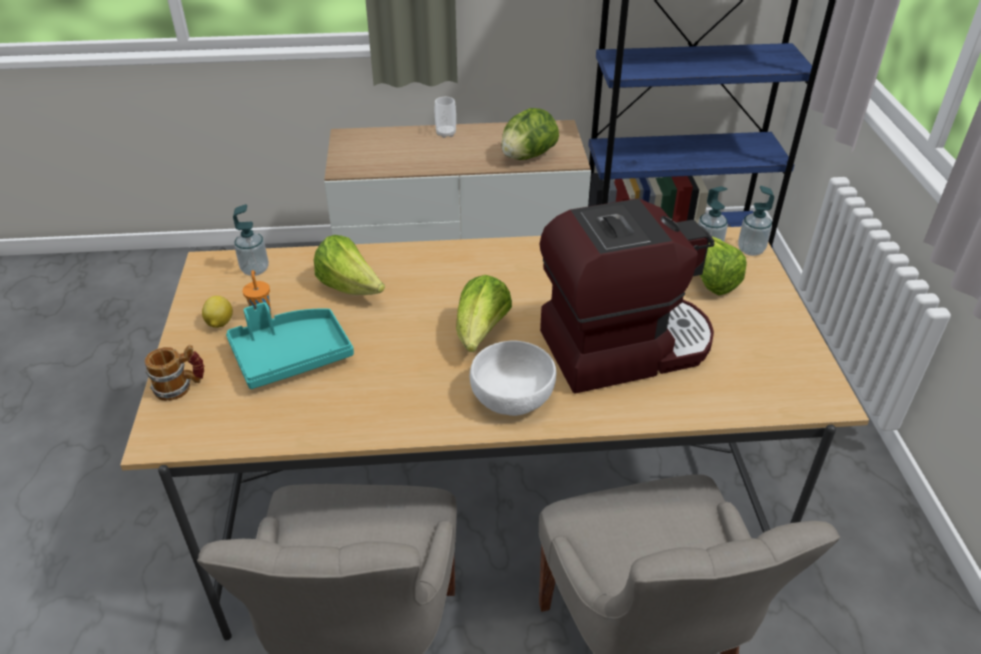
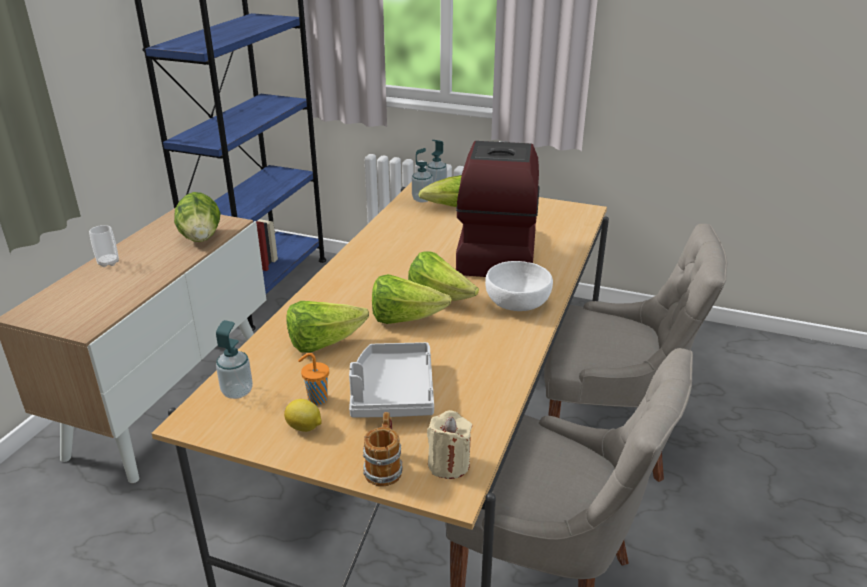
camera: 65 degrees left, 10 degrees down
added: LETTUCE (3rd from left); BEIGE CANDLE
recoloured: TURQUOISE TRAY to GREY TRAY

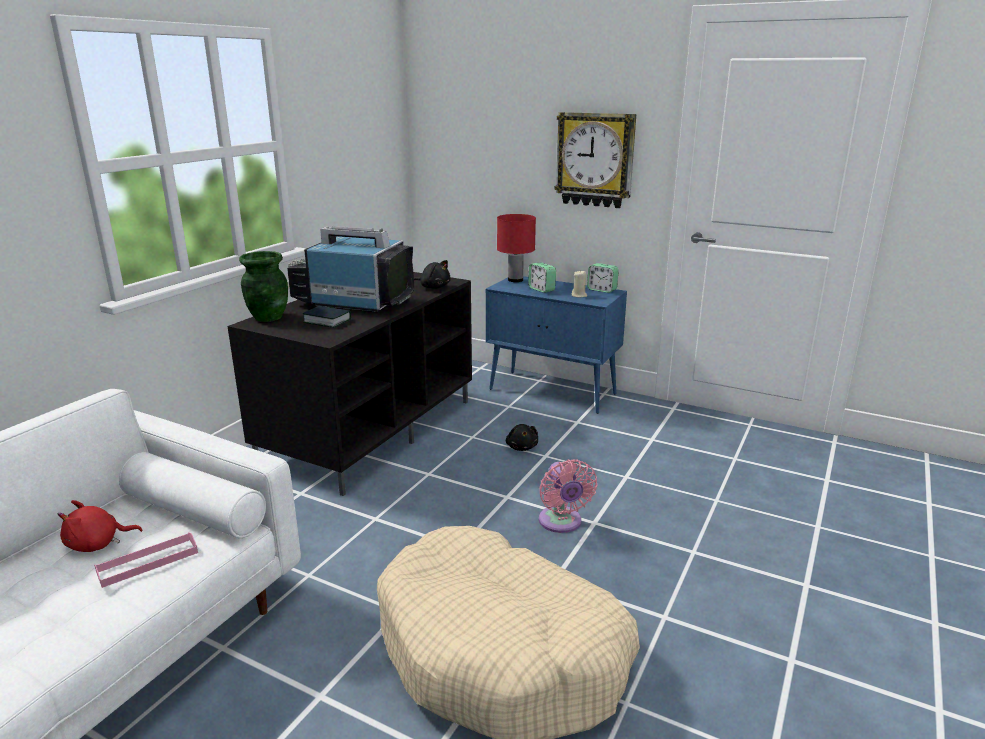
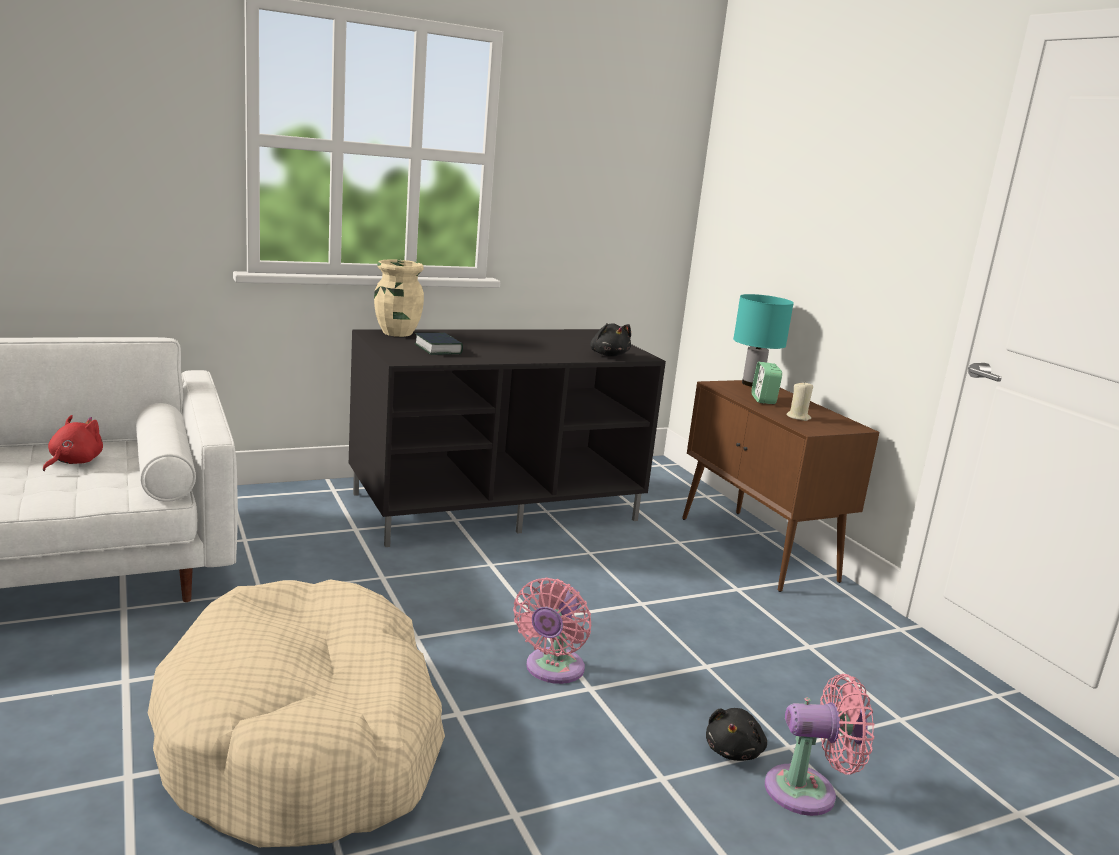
camera: 35 degrees right, 5 degrees down
removed: WALL CLOCK; TELEVISION; ALARM CLOCK (2nd from left); PINK TRAY
added: PINK FAN (2nd from left)
moved: BLACK PLUSH TOY (2nd from left)
recoloured: RED TABLE LAMP to TURQUOISE TABLE LAMP; GREEN VASE to BEIGE VASE; BLUE CABINET to BROWN CABINET
turned: RED PLUSH TOY 90 degrees clockwise

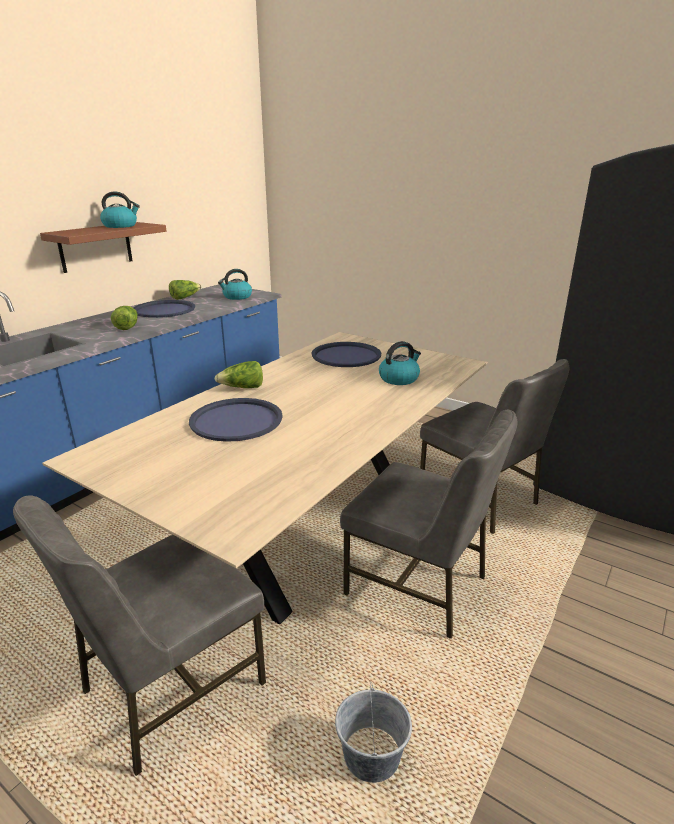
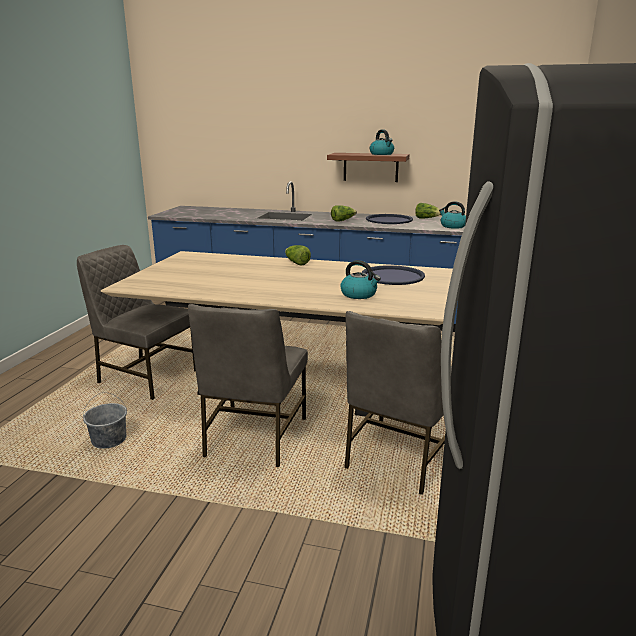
camera: 70 degrees right, 5 degrees down
removed: BLUE TRAY (2nd from left)

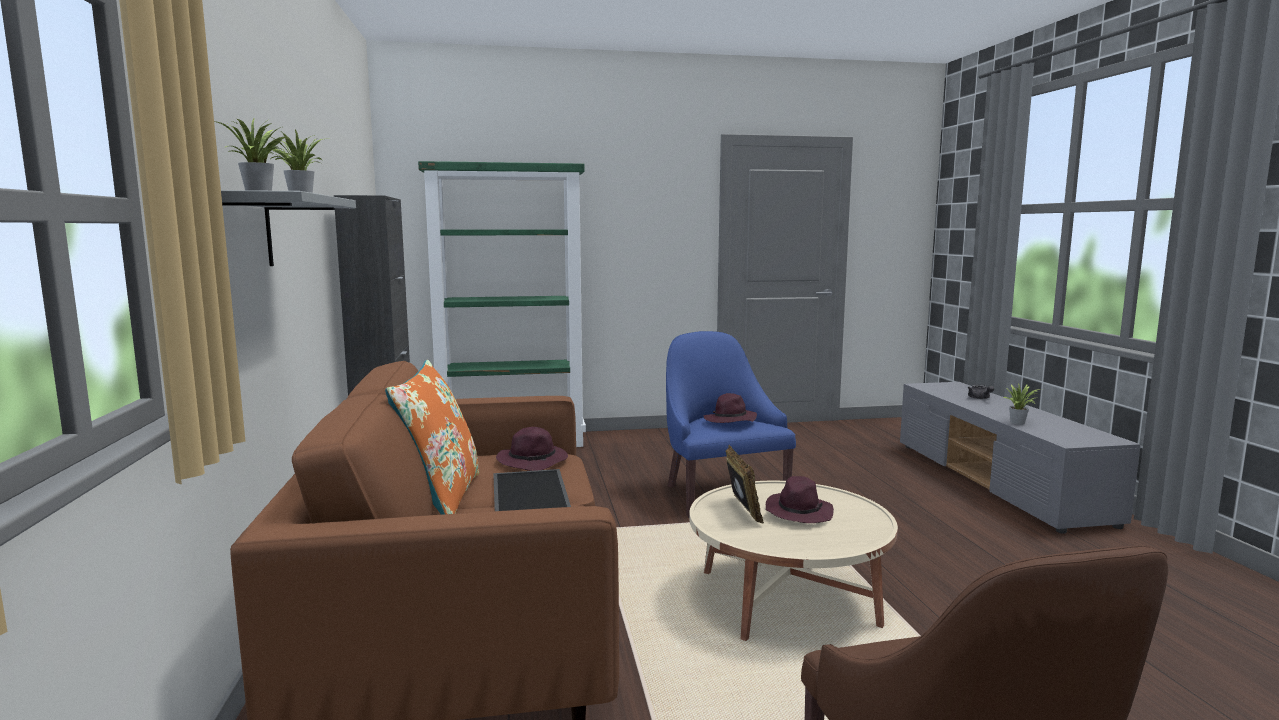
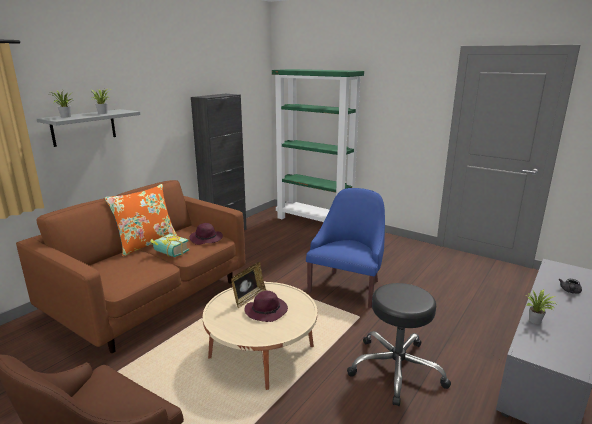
camera: 45 degrees right, 10 degrees up
removed: PURPLE HAT (2nd from left)
added: BLACK STOOL
replaced: TRAY to BOOK

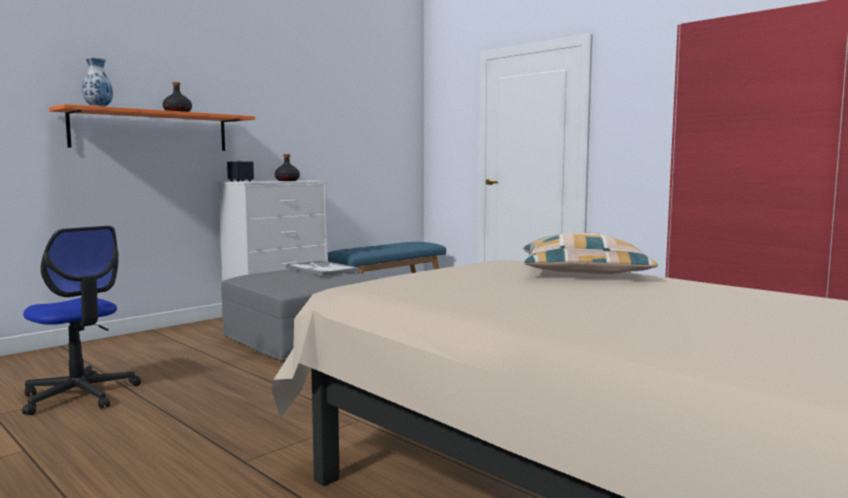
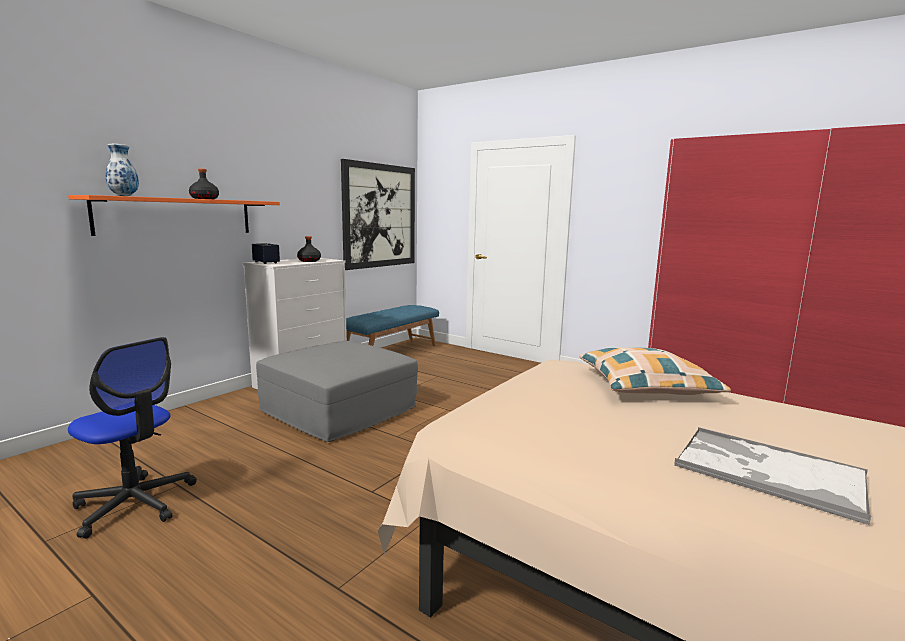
camera: 10 degrees left, 5 degrees up
added: PICTURE
moved: TRAY

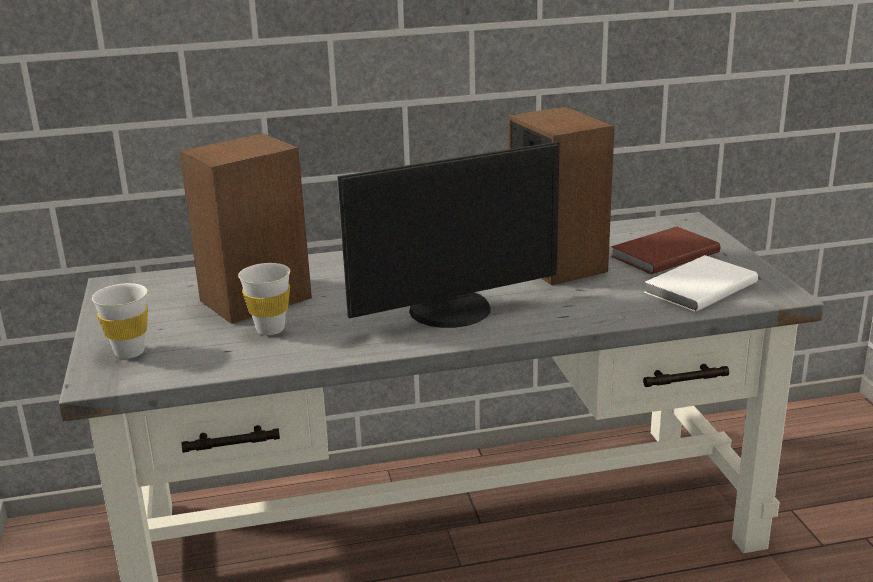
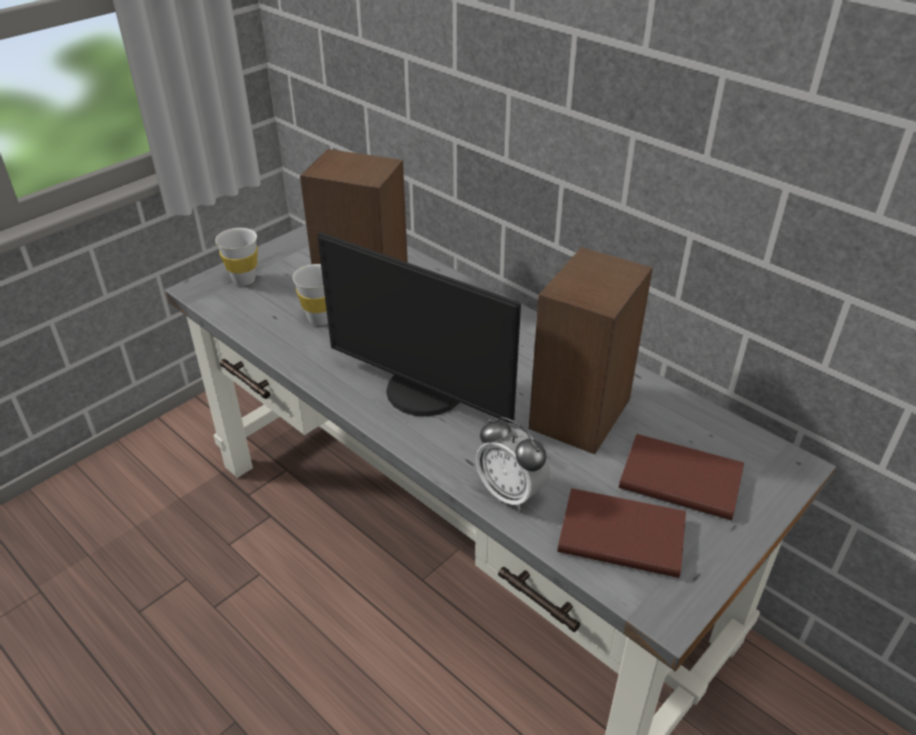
camera: 55 degrees right, 15 degrees up
added: ALARM CLOCK
recoloured: WHITE BOOK to BROWN BOOK (1st from left)

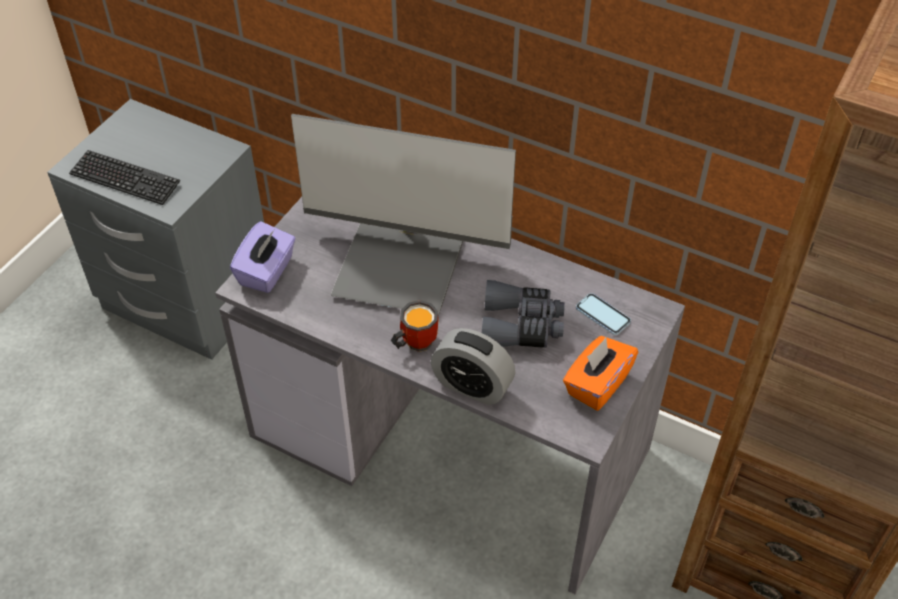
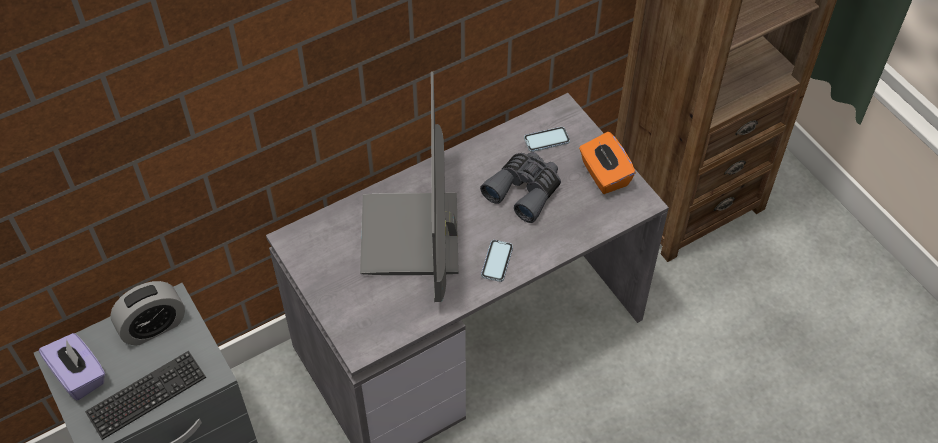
camera: 60 degrees left, 5 degrees up
moved: PURPLE TISSUE BOX; ALARM CLOCK
replaced: MUG to PHONE (1st from left)
turned: MONITOR 135 degrees clockwise

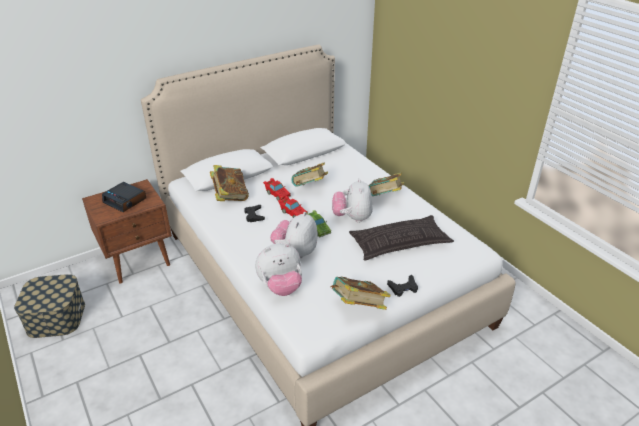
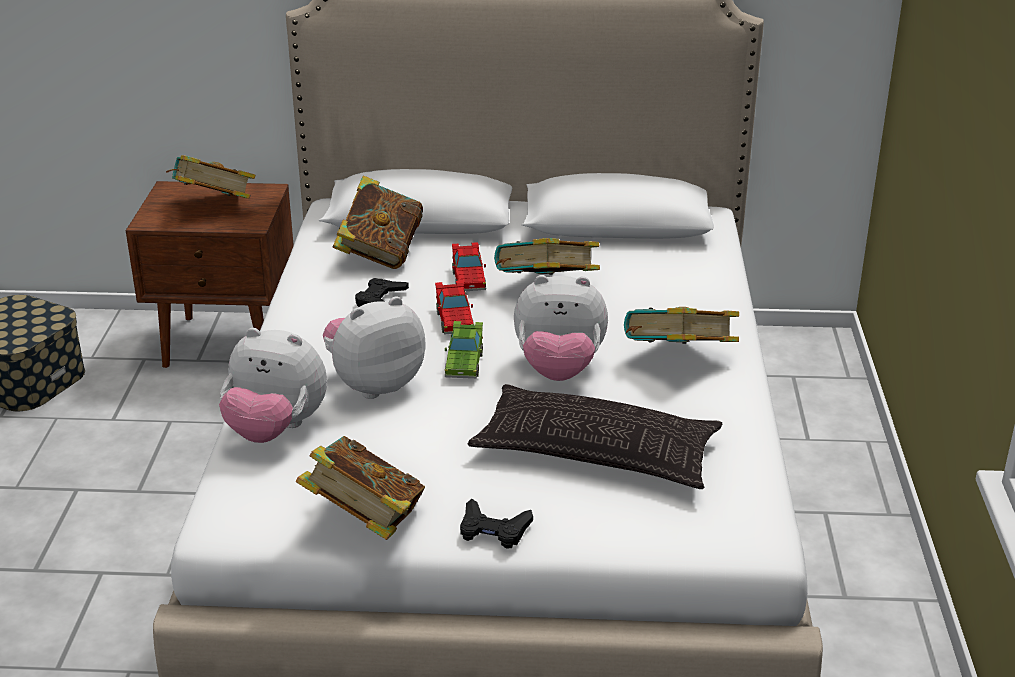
camera: 35 degrees right, 5 degrees down
replaced: ALARM CLOCK to BOOK (1st from left)
turned: PLUSH TOY (3rd from left) 120 degrees counterclockwise

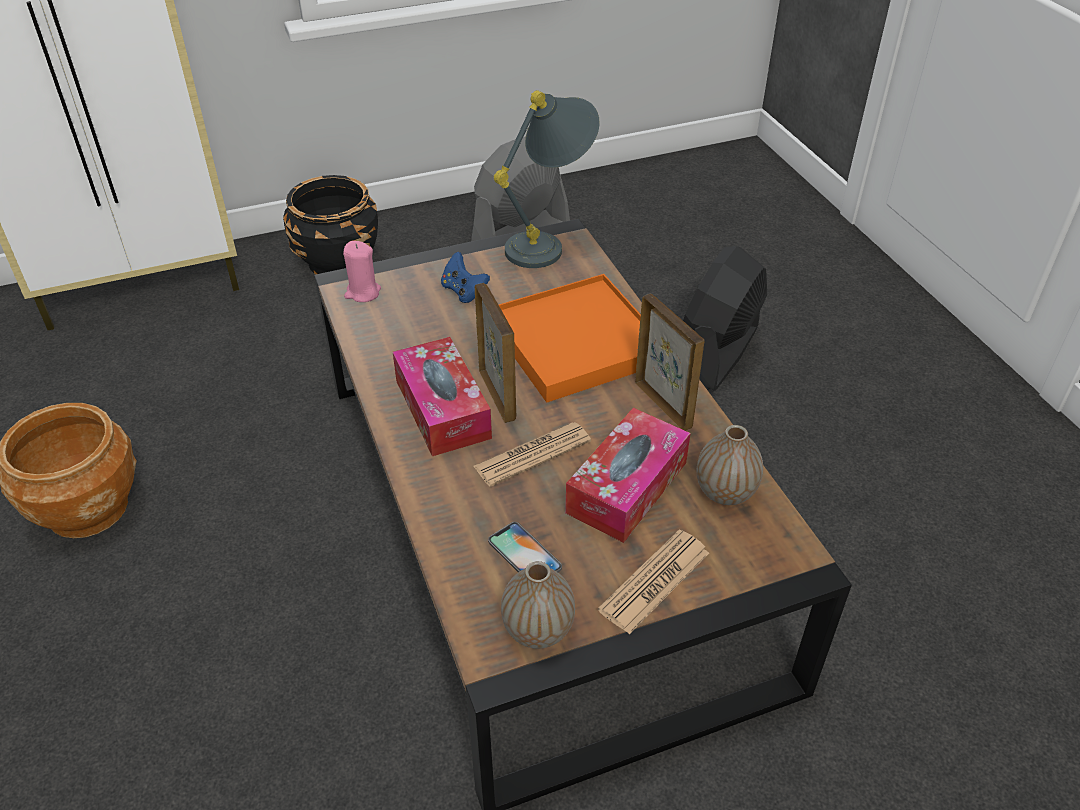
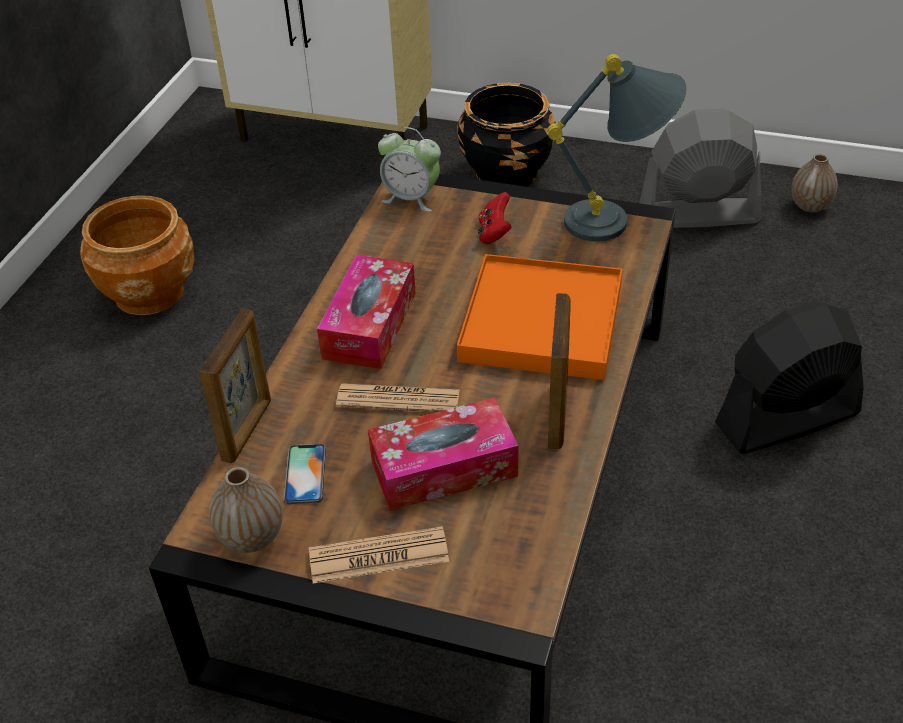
camera: 40 degrees right, 0 degrees up
moved: PICTURE FRAME (1st from left); VASE (2nd from left)
replaced: PINK CANDLE to ALARM CLOCK
recoloured: BLUE GAME CONTROLLER to RED GAME CONTROLLER

